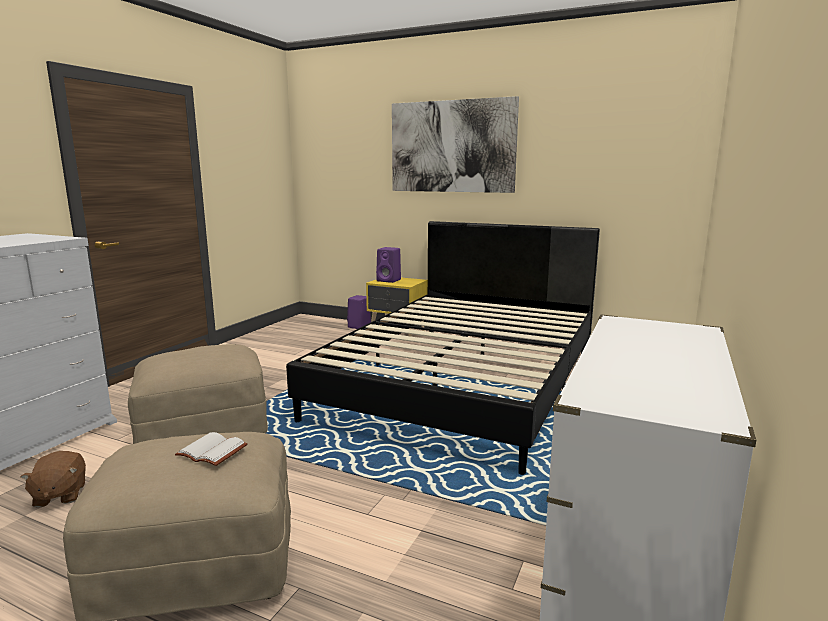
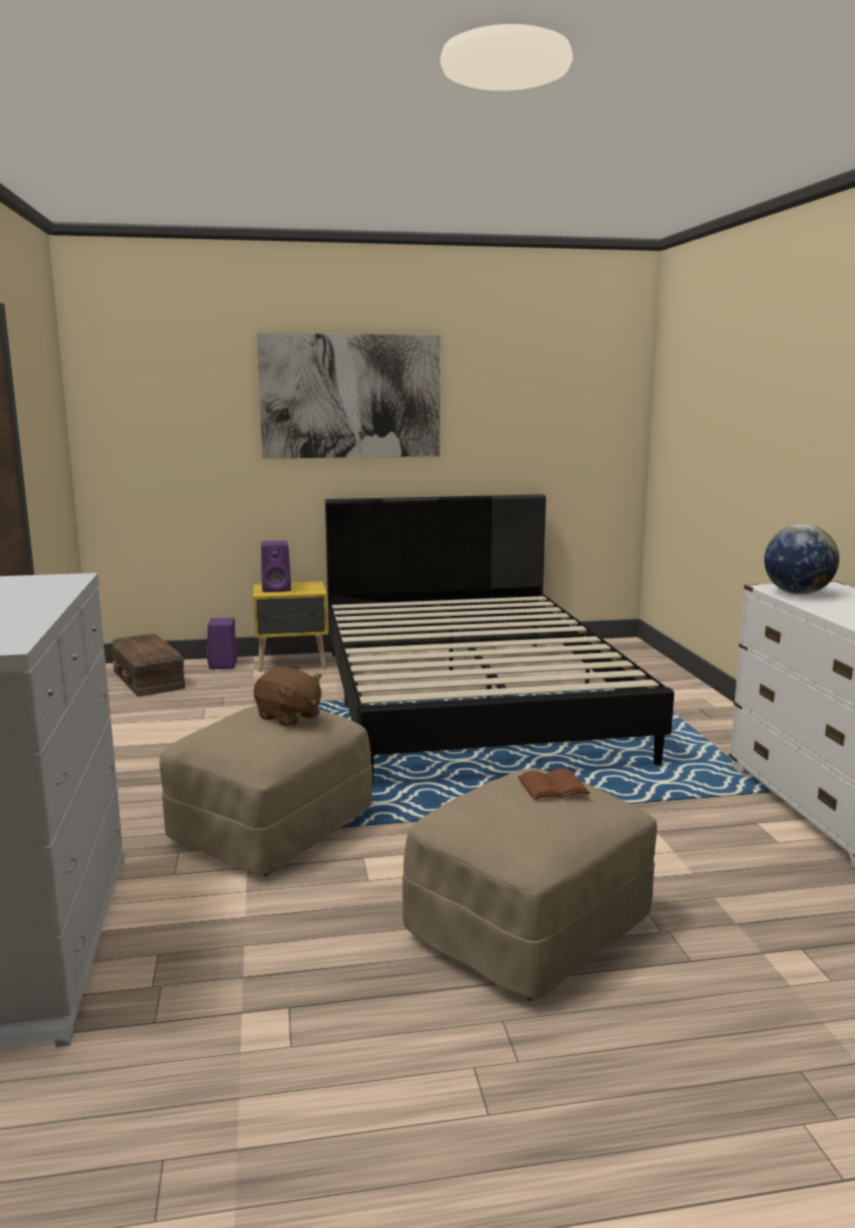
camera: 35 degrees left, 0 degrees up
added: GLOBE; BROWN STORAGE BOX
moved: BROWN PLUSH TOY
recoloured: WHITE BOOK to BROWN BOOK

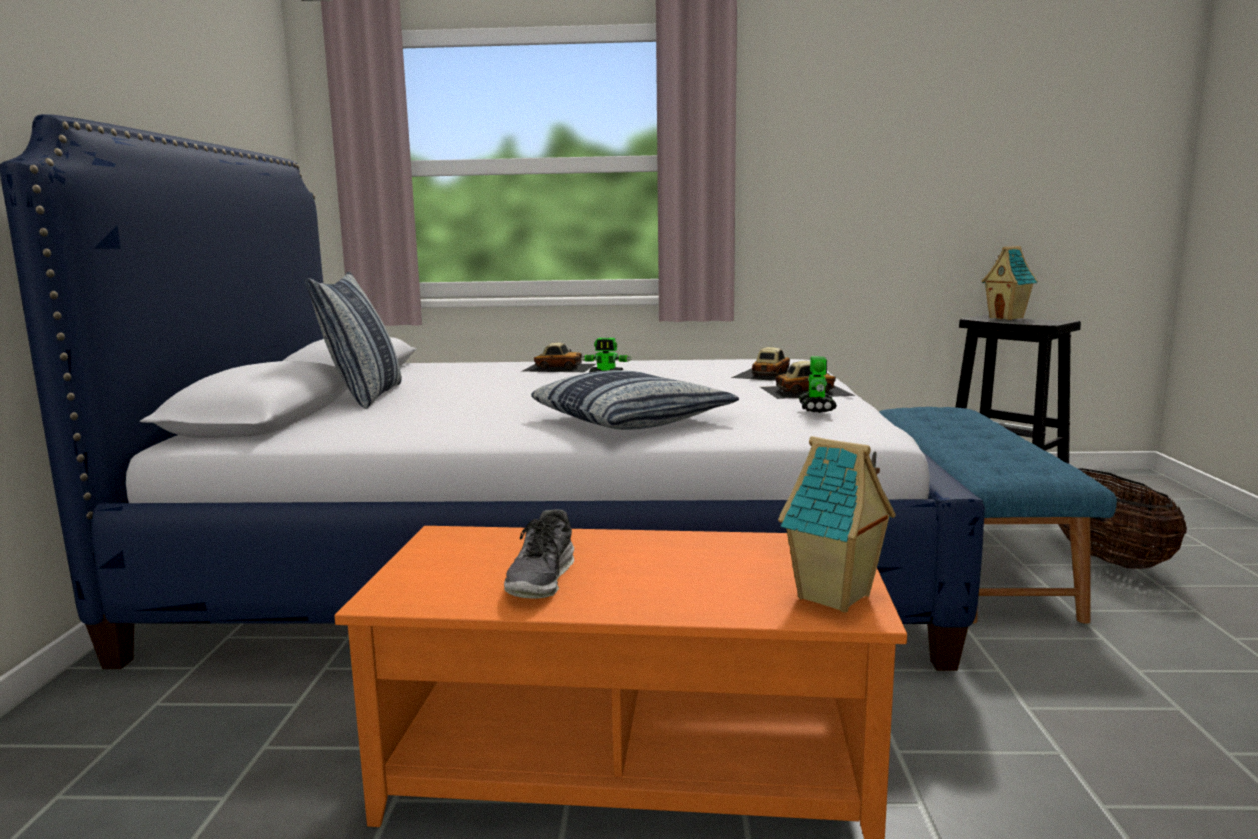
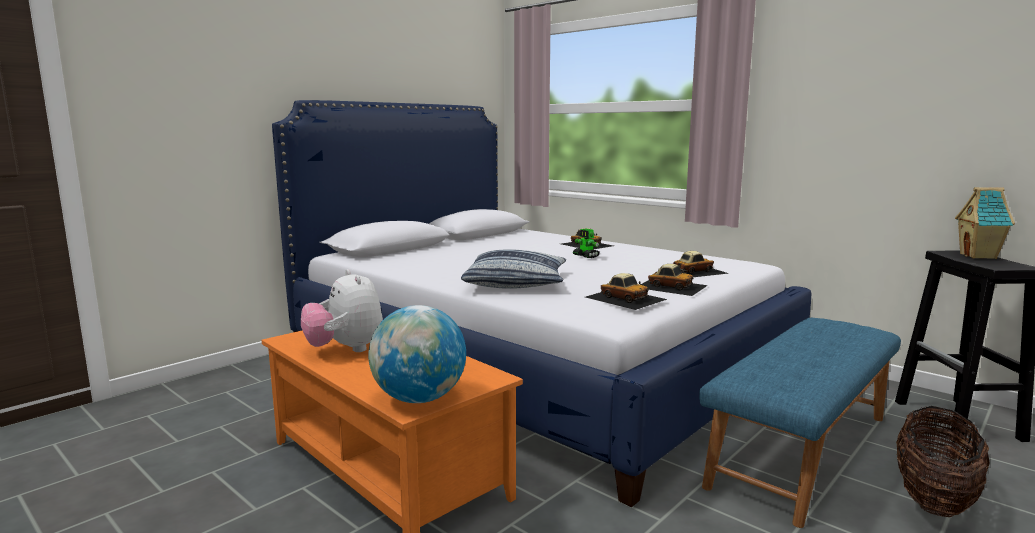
camera: 40 degrees right, 0 degrees up
removed: PILLOW (1st from left)
replaced: TOY ROBOT (2nd from left) to TOY CAR (2nd from left); TOY HOUSE (1st from left) to GLOBE; SHOE to PLUSH TOY

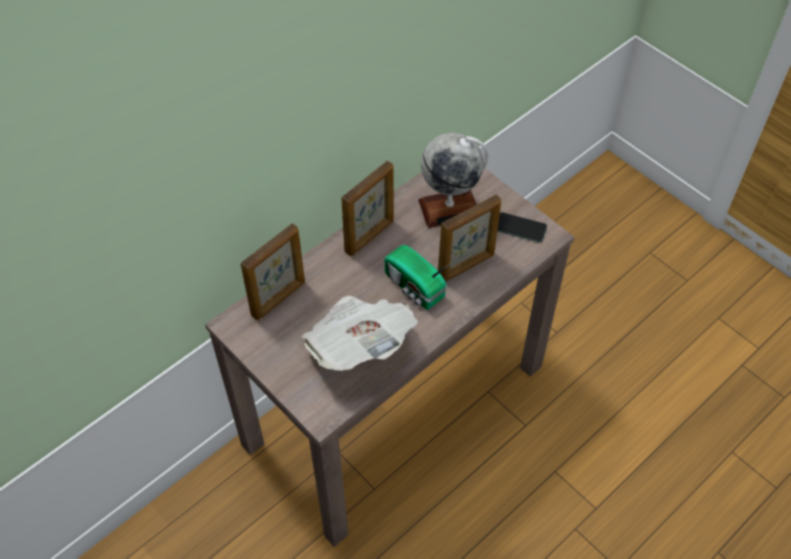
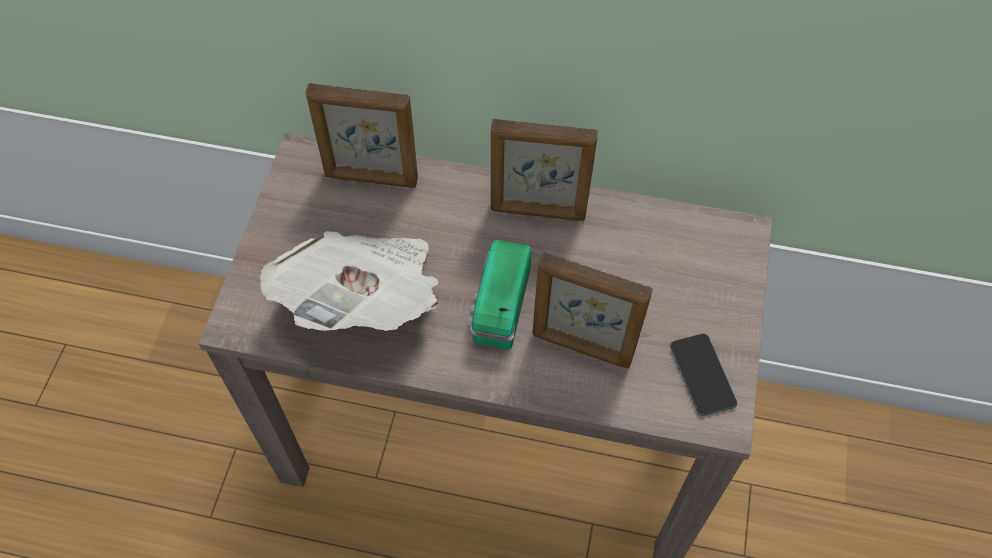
camera: 55 degrees right, 5 degrees up
removed: GLOBE

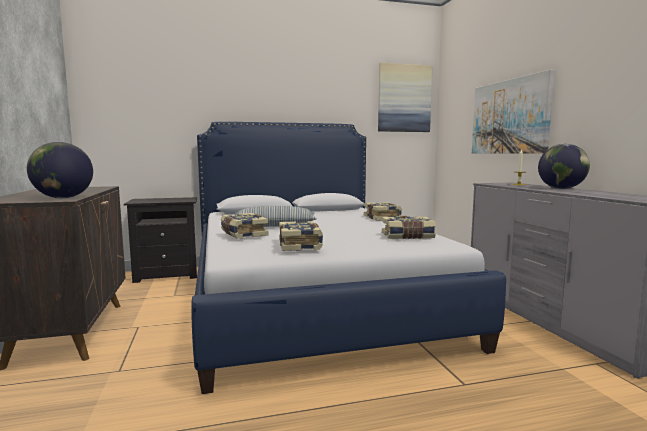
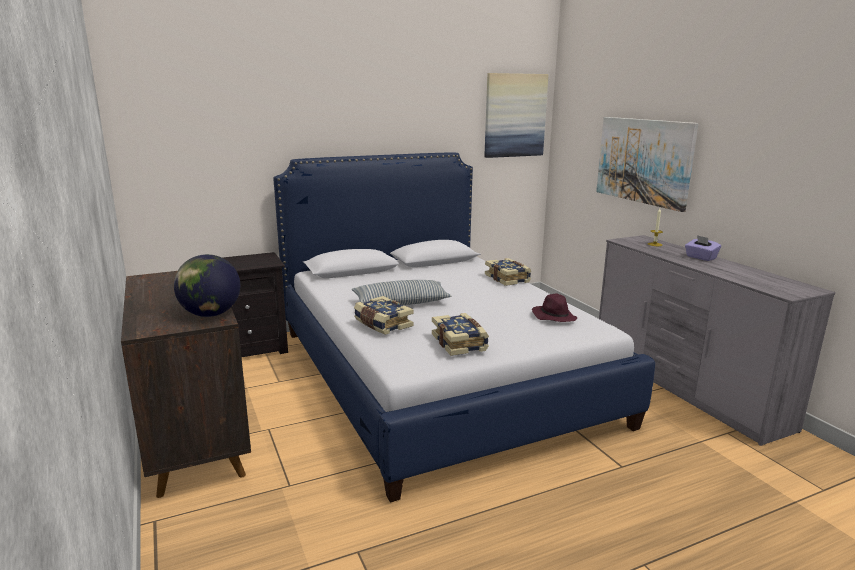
camera: 10 degrees left, 10 degrees up
replaced: GLOBE (2nd from left) to PURPLE TISSUE BOX; BOOK (4th from left) to PURPLE HAT

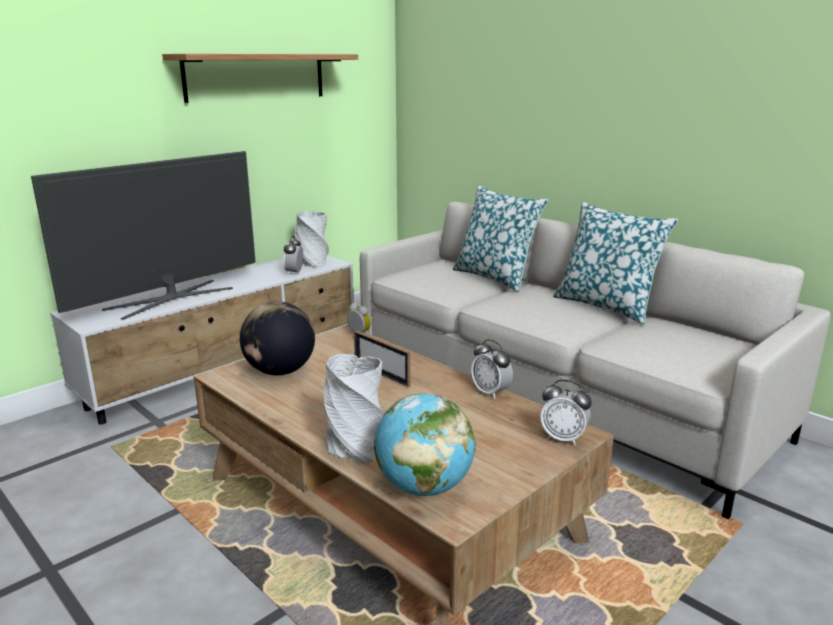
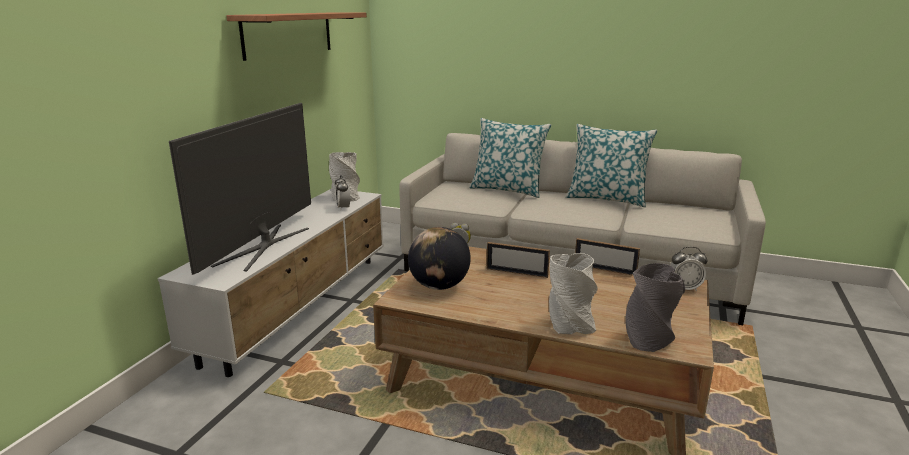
camera: 25 degrees left, 0 degrees up
replaced: ALARM CLOCK (3rd from left) to PICTURE FRAME (2nd from left); GLOBE (2nd from left) to GREY VASE (3rd from left)

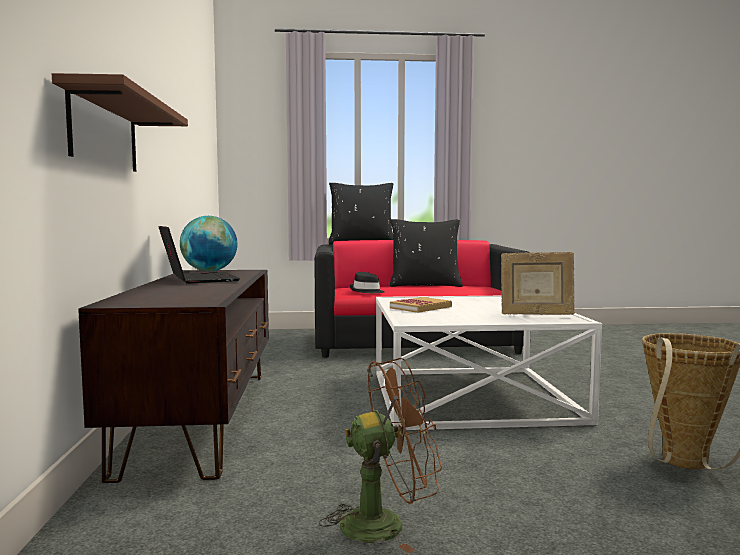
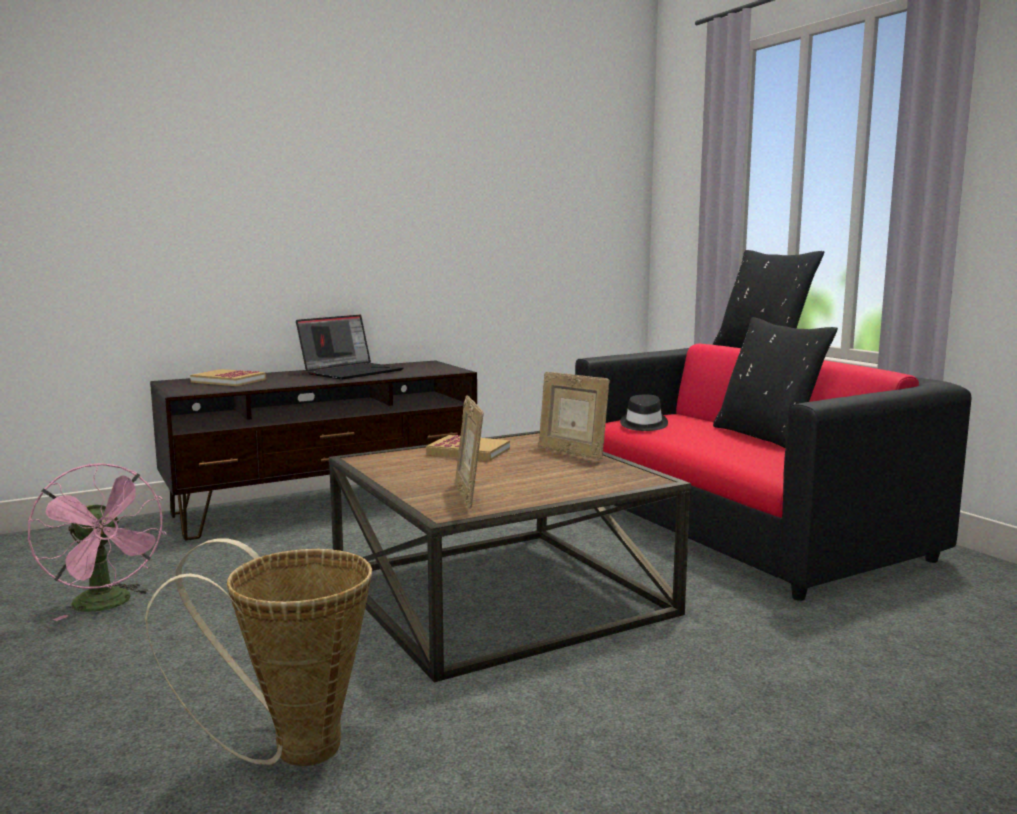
camera: 65 degrees right, 5 degrees up
removed: BROWN SHELF; GLOBE
added: BOOK (1st from left); PICTURE FRAME (2nd from left)
recoloured: WHITE COFFEE TABLE to BROWN COFFEE TABLE; BROWN FAN to PINK FAN

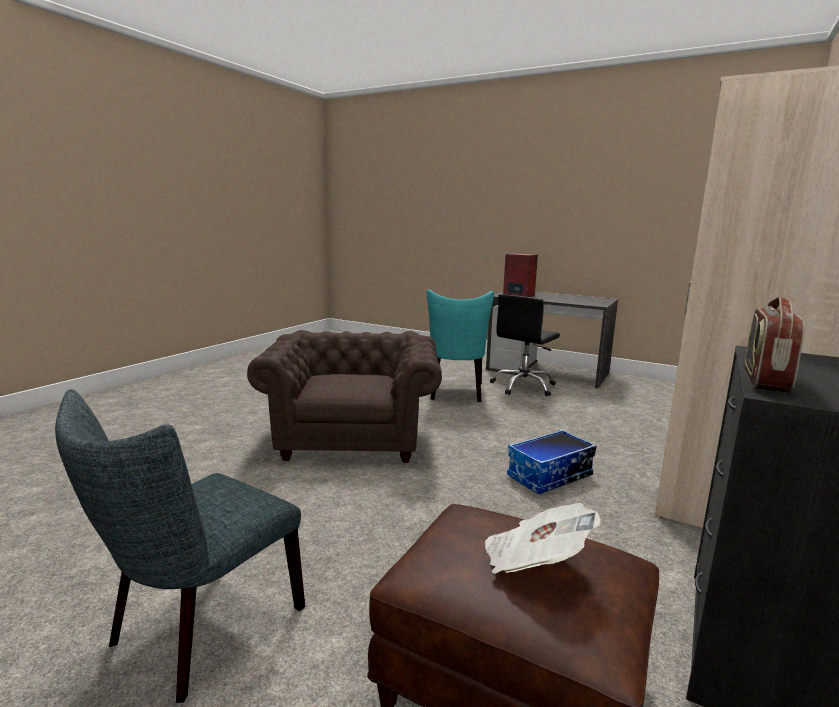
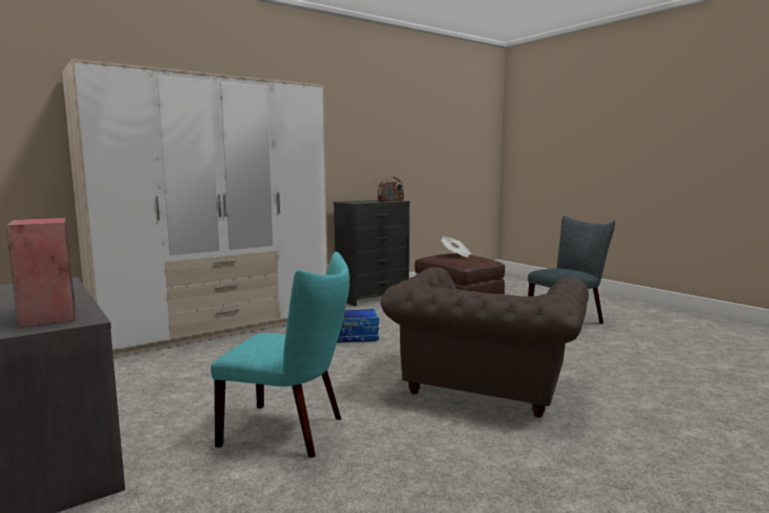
camera: 155 degrees left, 5 degrees down
removed: BLACK OFFICE CHAIR
turned: TURQUOISE CHAIR 75 degrees clockwise

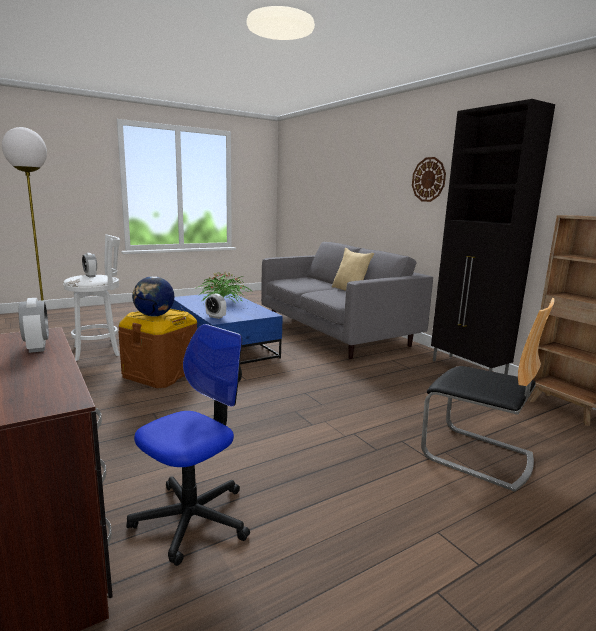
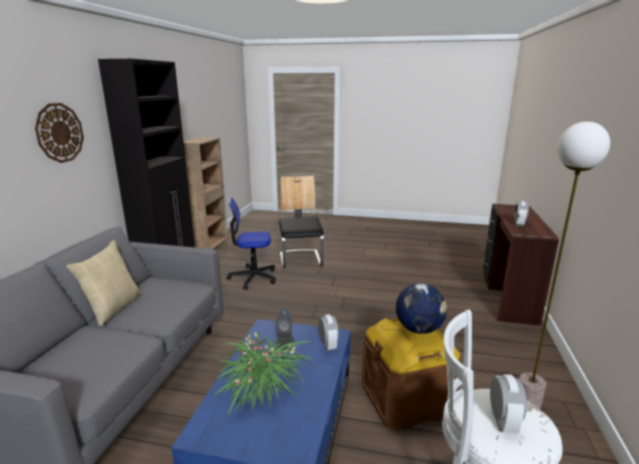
camera: 135 degrees left, 5 degrees up
added: GREY SPEAKER
moved: OFFICE CHAIR

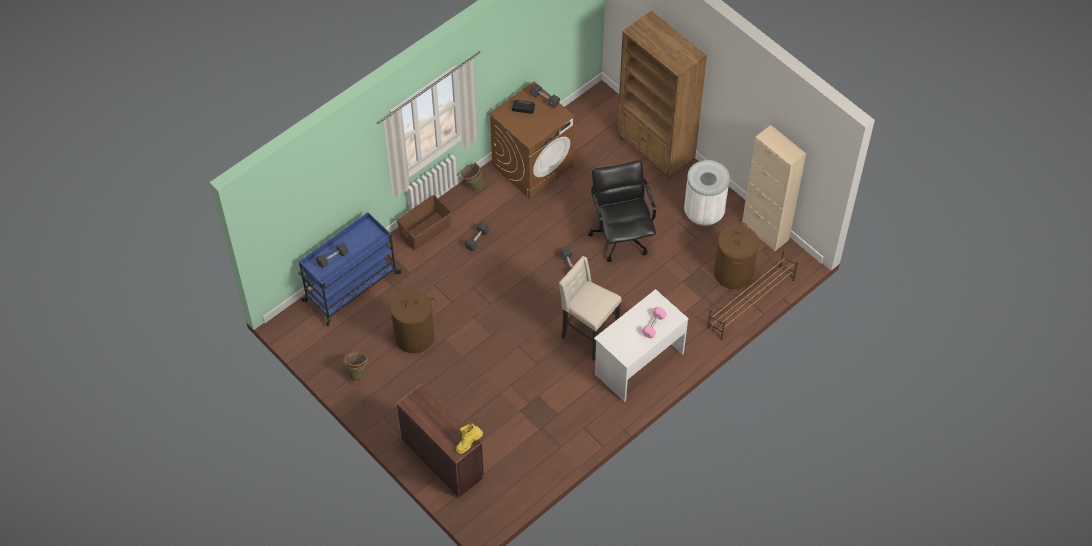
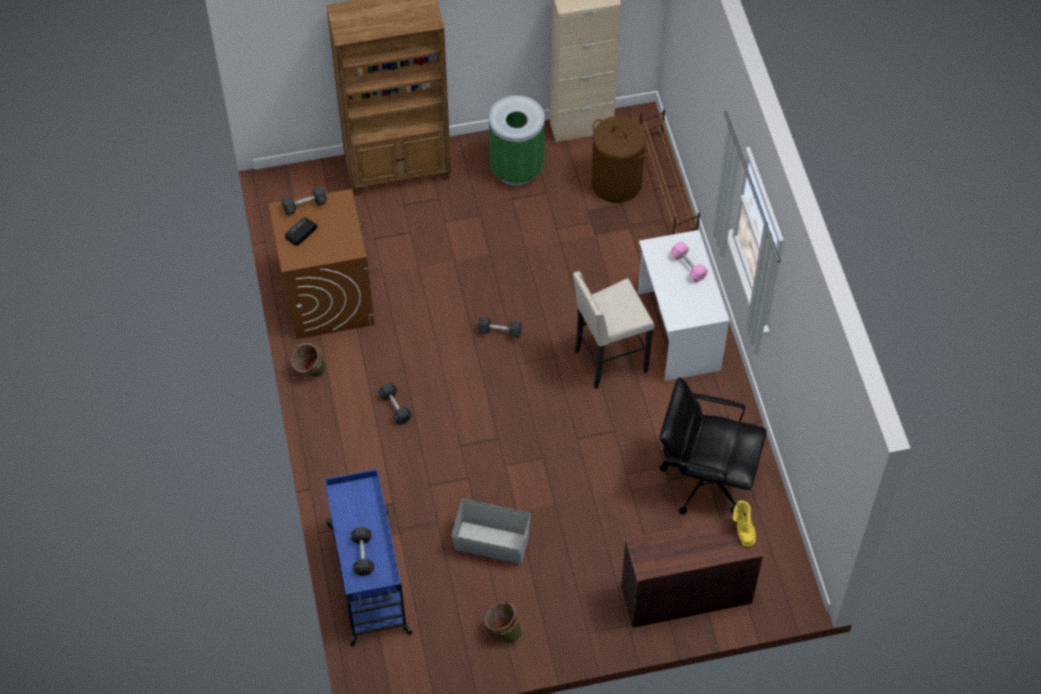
camera: 60 degrees left, 0 degrees up
removed: BROWN STORAGE BOX
moved: BLACK OFFICE CHAIR
replaced: BROWN LAUNDRY BASKET (1st from left) to GREY STORAGE BOX
recoloured: WHITE TRASH CAN to GREEN TRASH CAN

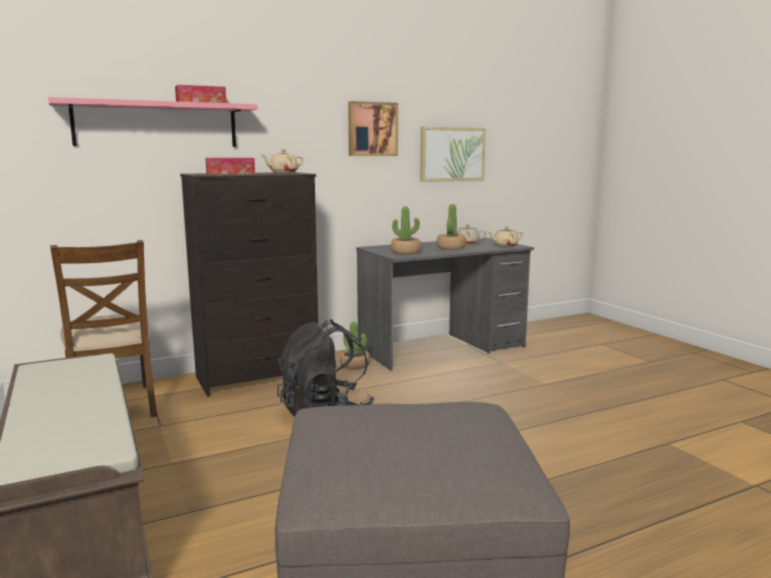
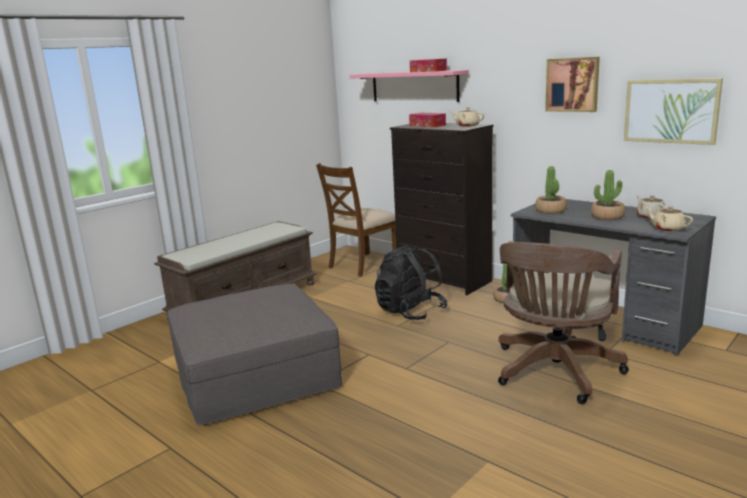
camera: 70 degrees right, 5 degrees up
added: BROWN OFFICE CHAIR

